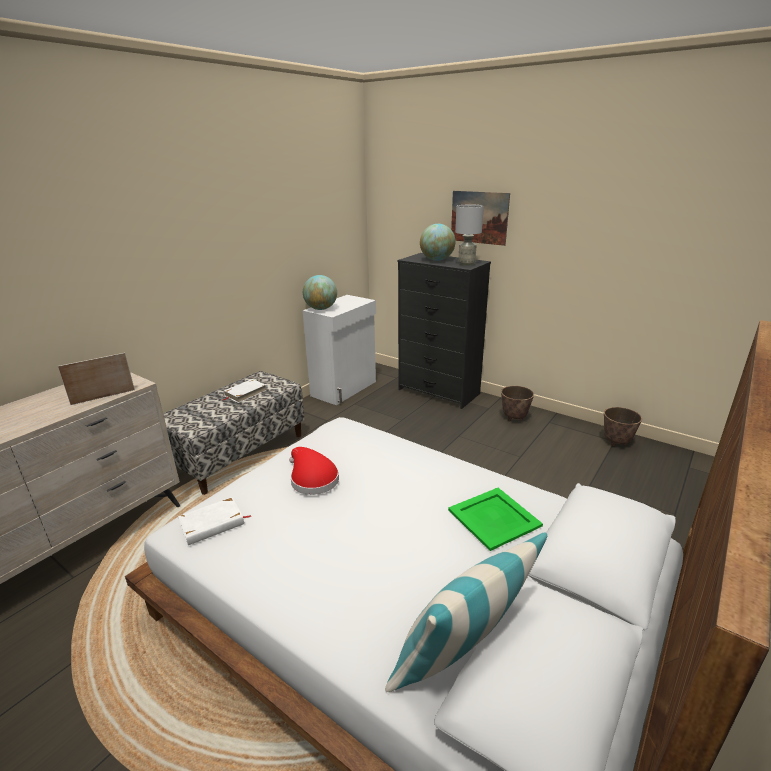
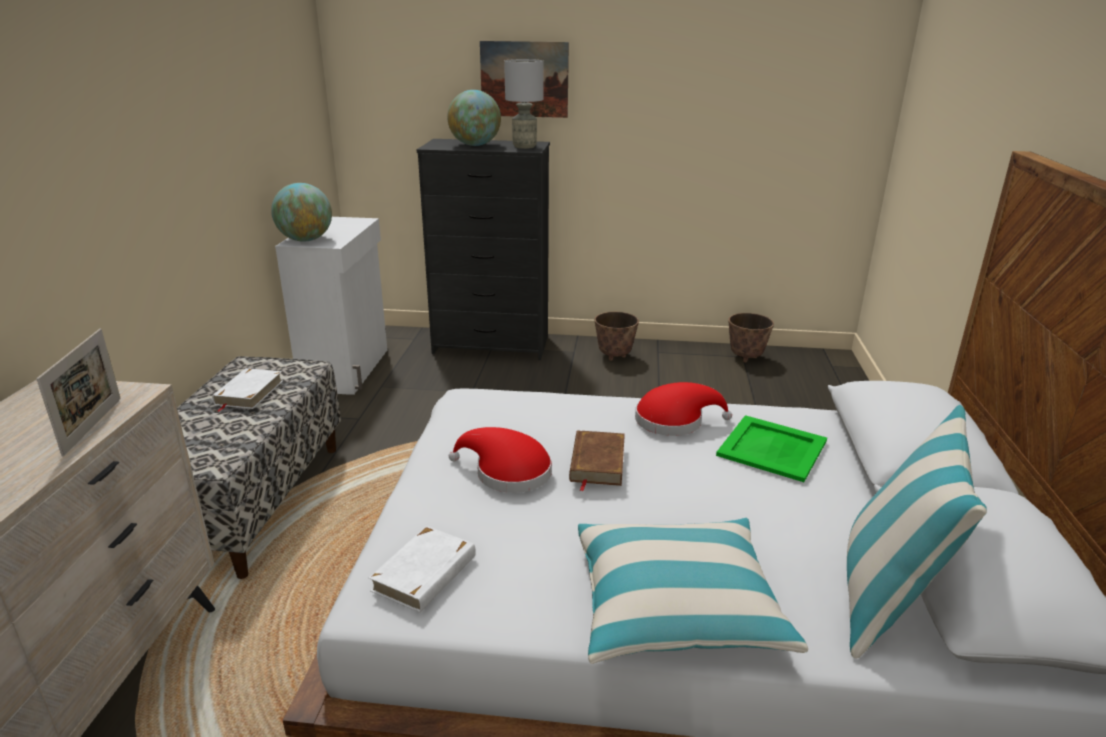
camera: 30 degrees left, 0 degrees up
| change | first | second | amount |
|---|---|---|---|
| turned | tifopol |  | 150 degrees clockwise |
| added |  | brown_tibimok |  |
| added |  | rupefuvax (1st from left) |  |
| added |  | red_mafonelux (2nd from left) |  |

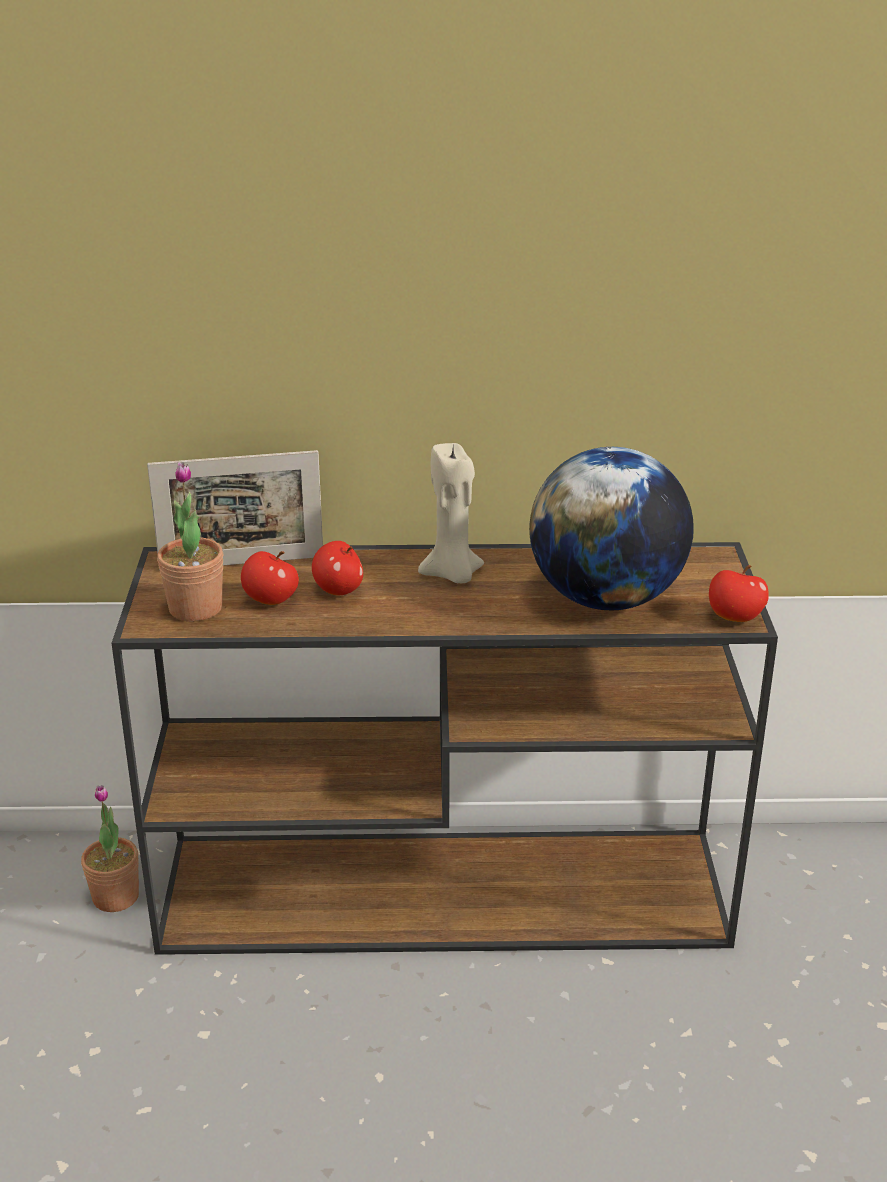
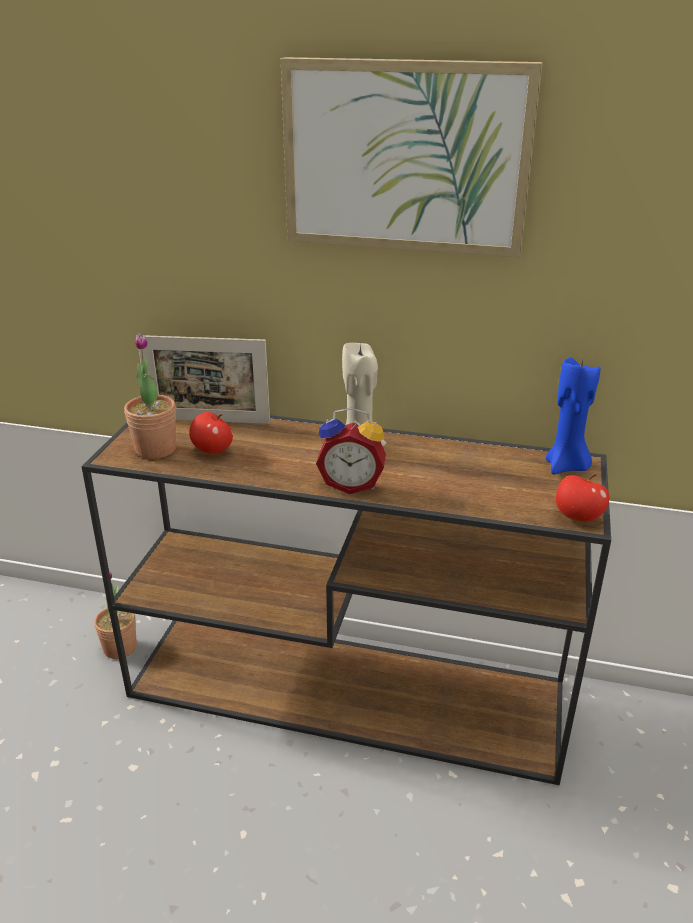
camera: 15 degrees right, 0 degrees up
| change | first | second | amount |
|---|---|---|---|
| added |  | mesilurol |  |
| added |  | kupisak |  |
| added |  | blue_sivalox |  |
| removed | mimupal (2nd from left) |  |  |
| removed | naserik |  |  |

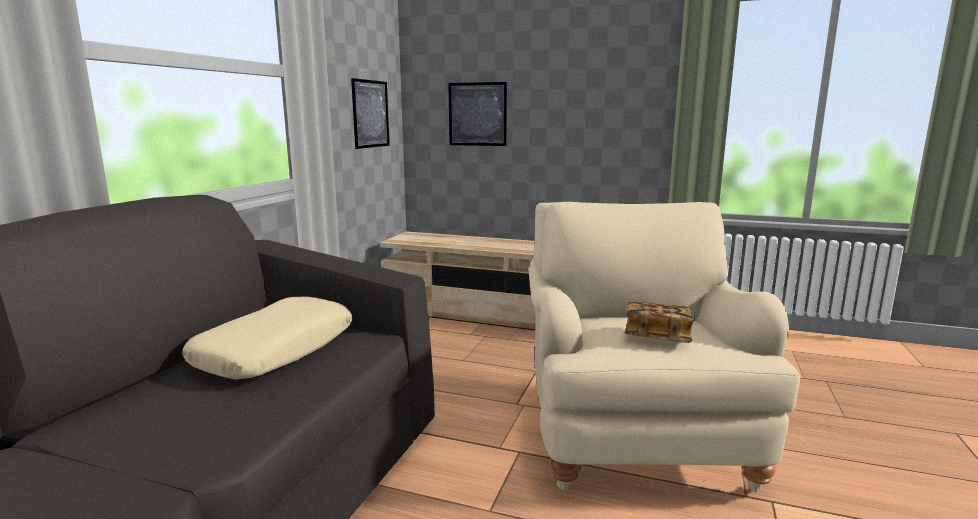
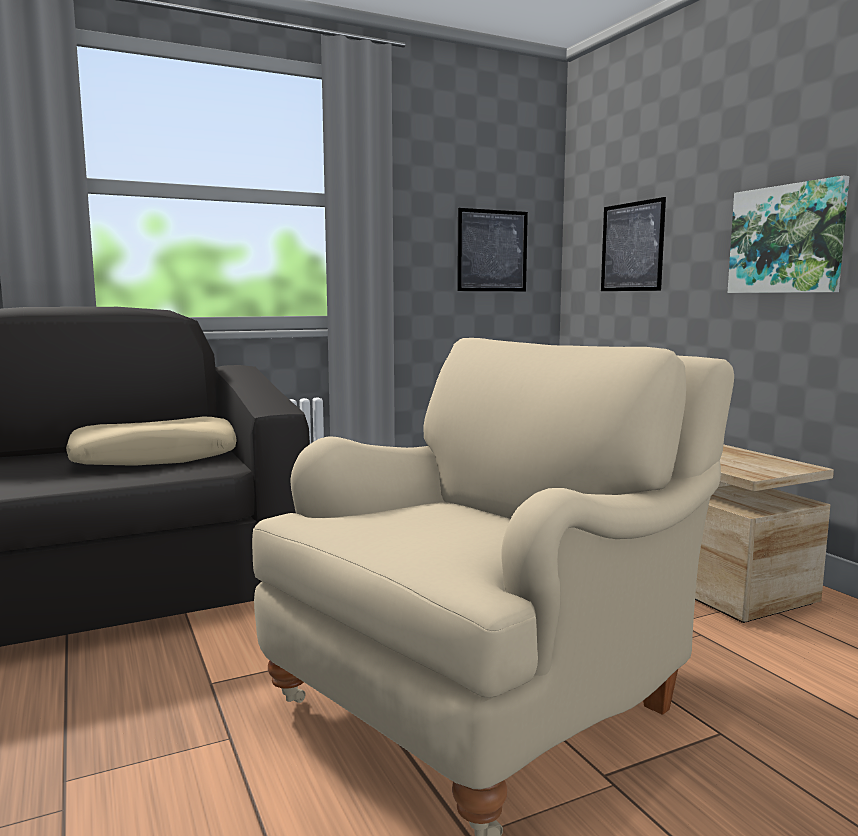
camera: 45 degrees right, 5 degrees down
| change | first | second | amount |
|---|---|---|---|
| added |  | mesilurol (3rd from left) |  |
| removed | tibimok |  |  |

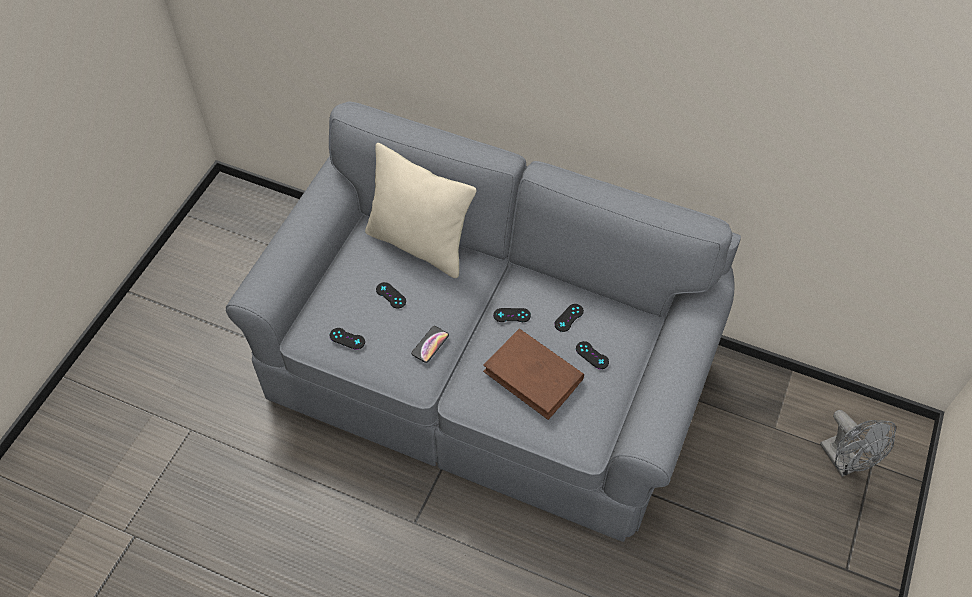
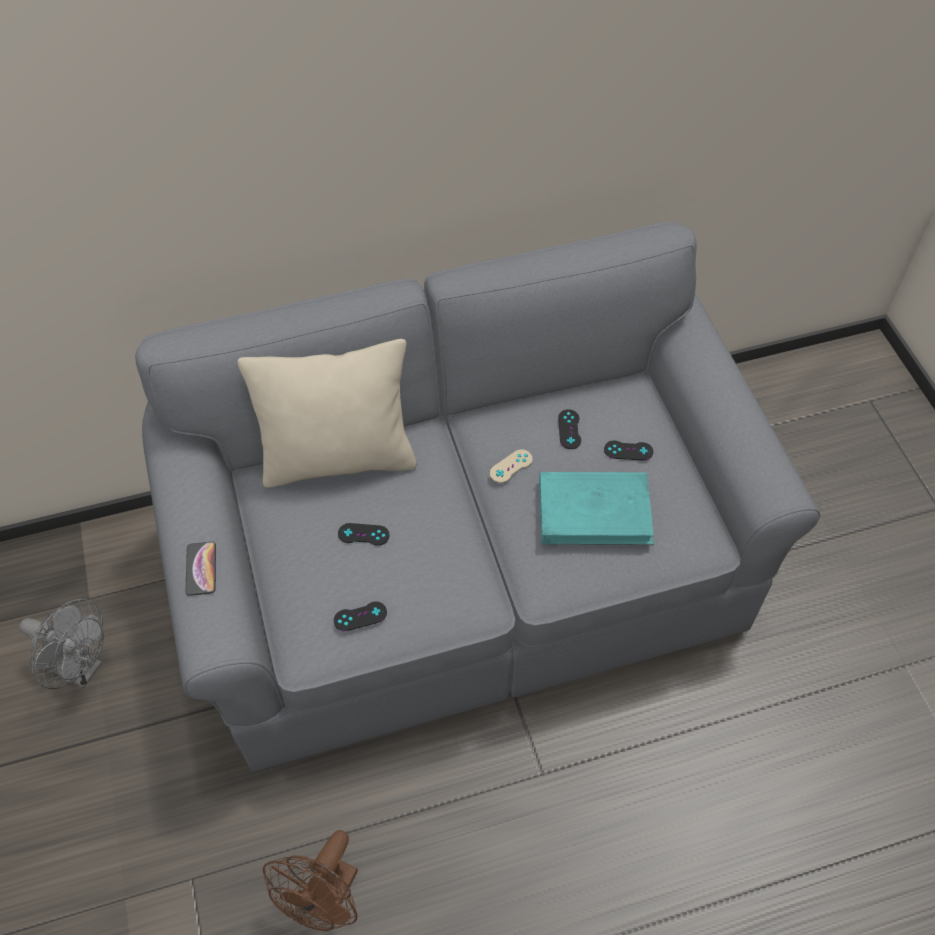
camera: 40 degrees left, 0 degrees up
| change | first | second | amount |
|---|---|---|---|
| moved | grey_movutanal |  |  |
| moved | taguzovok |  |  |
| added |  | brown_movutanal |  |
| recoloured | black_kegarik (3rd from left) | beige_kegarik |  |
| recoloured | brown_tibimok | turquoise_tibimok |  |

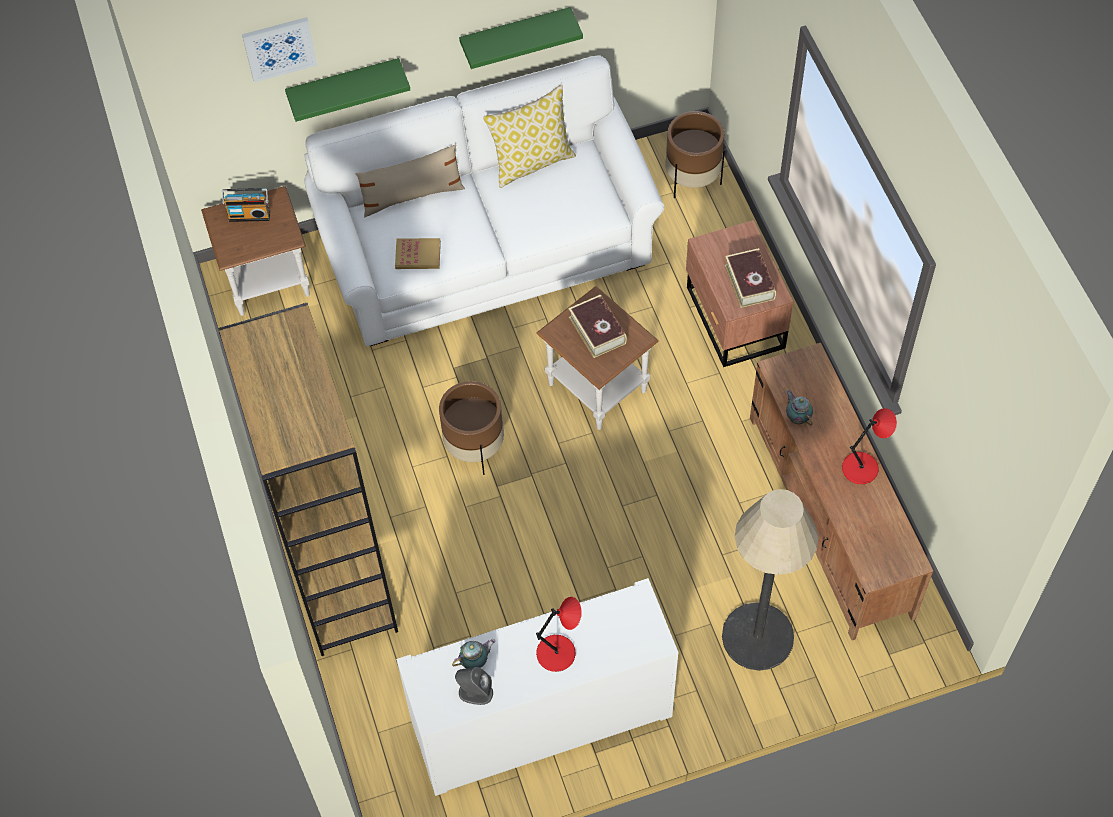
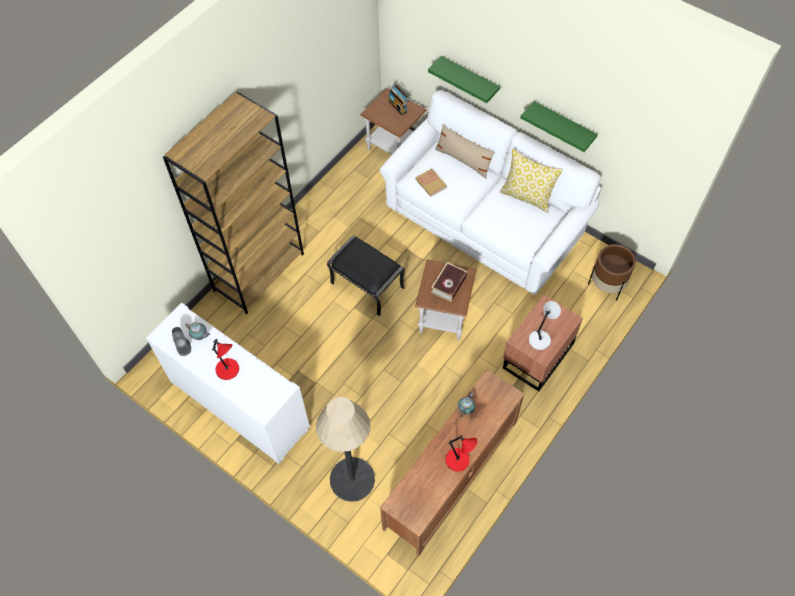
camera: 55 degrees right, 0 degrees up
| change | first | second | amount |
|---|---|---|---|
| replaced | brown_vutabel (1st from left) | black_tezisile |  |
| replaced | tibimok (3rd from left) | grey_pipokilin |  |
| removed | mesilurol |  |  |

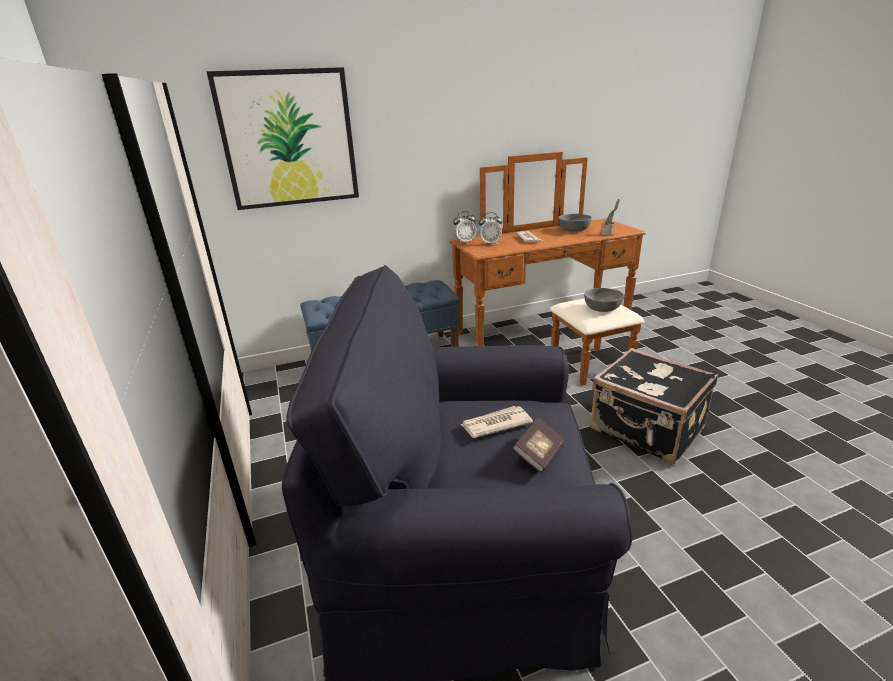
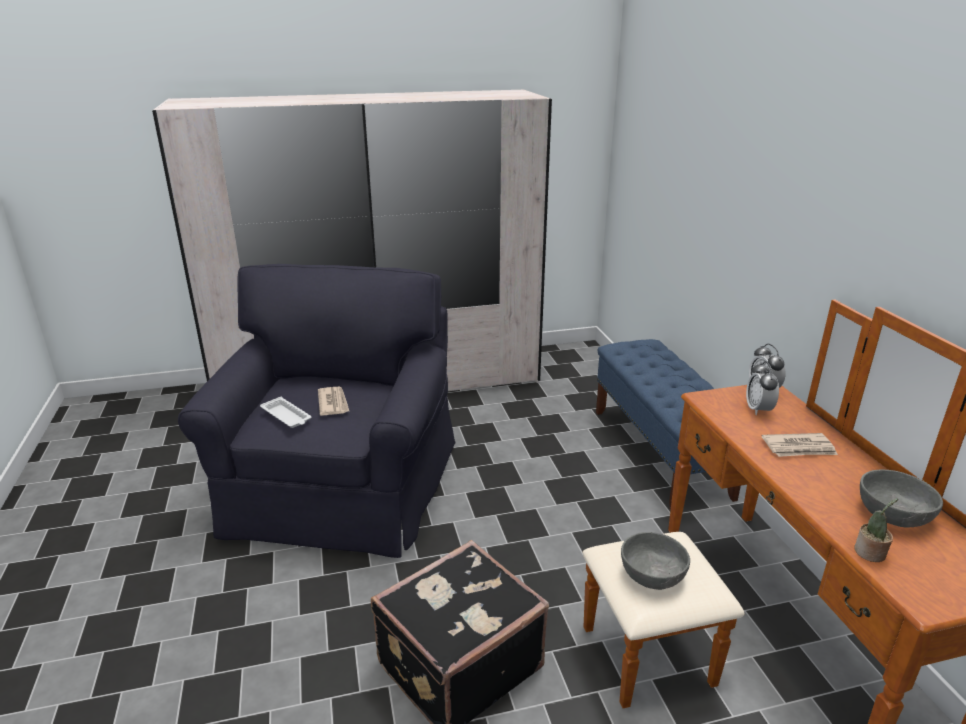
camera: 95 degrees right, 0 degrees up
| change | first | second | amount |
|---|---|---|---|
| replaced | tibimok | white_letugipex |  |
| removed | mesilurol |  |  |

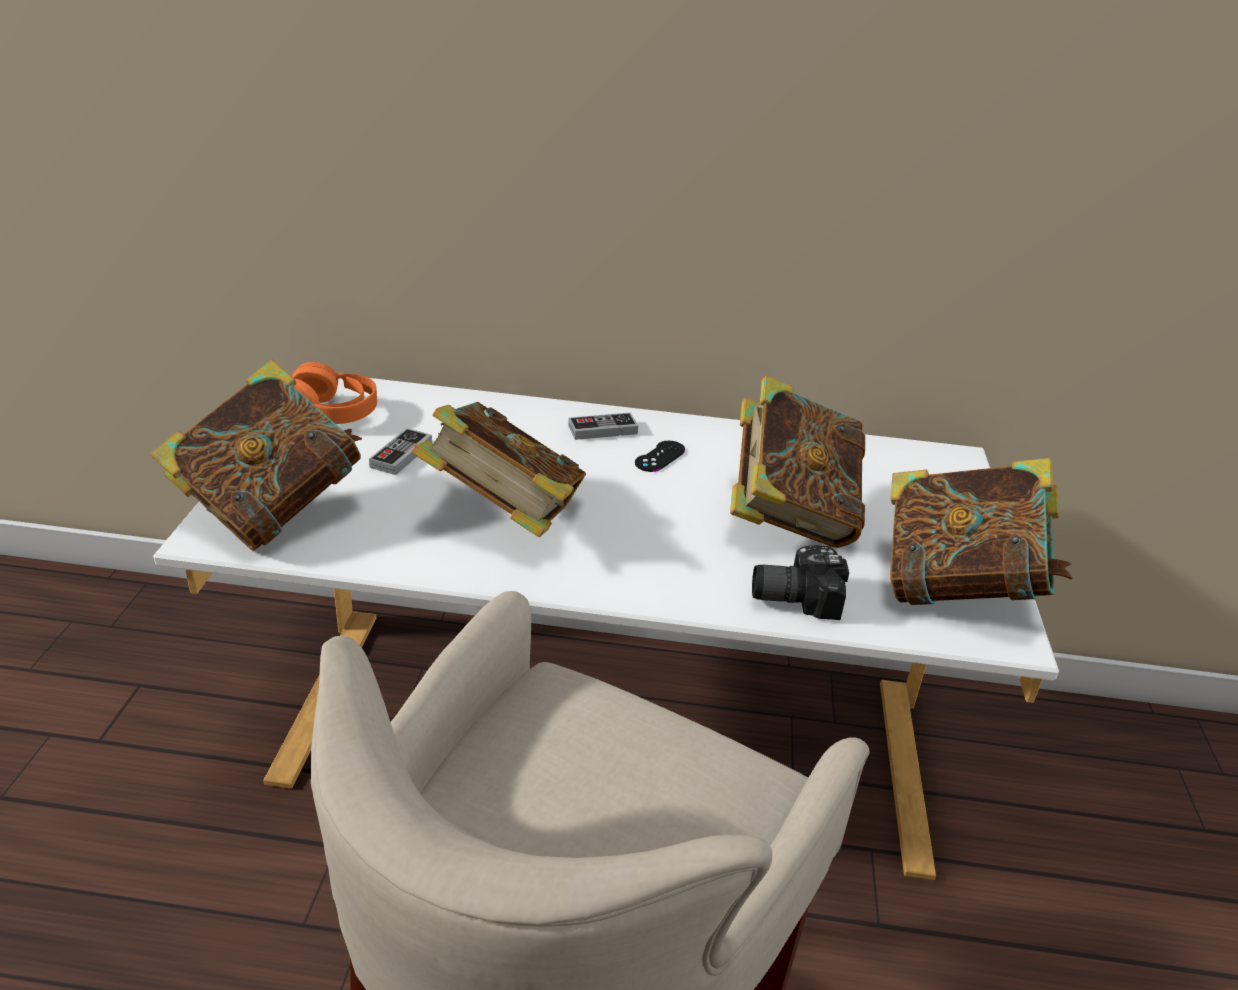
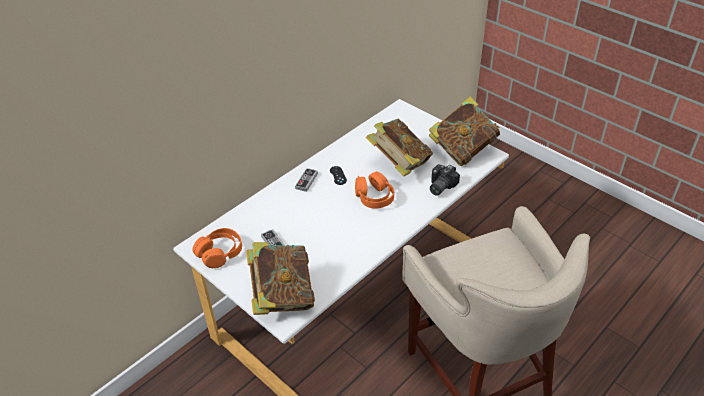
camera: 50 degrees left, 10 degrees up
| change | first | second | amount |
|---|---|---|---|
| added |  | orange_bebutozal (2nd from left) |  |
| removed | tibimok (2nd from left) |  |  |

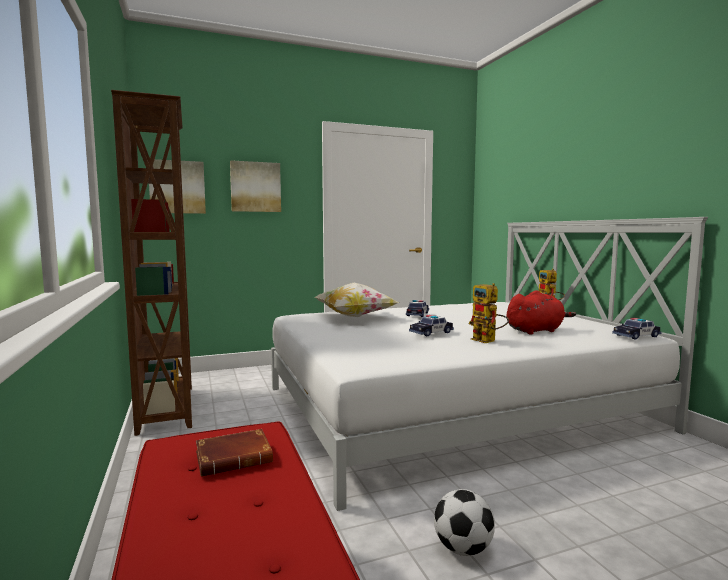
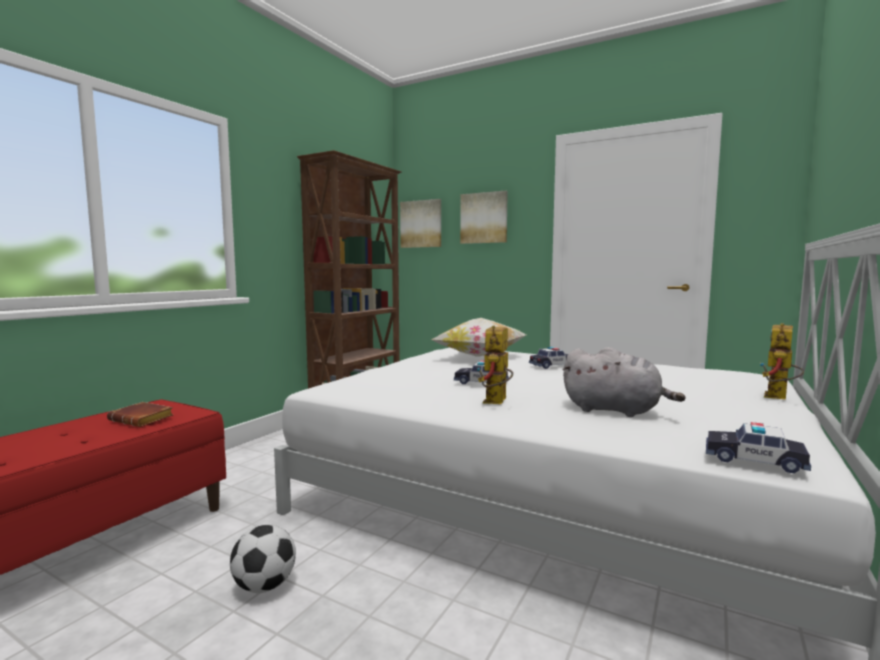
camera: 50 degrees right, 0 degrees up
| change | first | second | amount |
|---|---|---|---|
| recoloured | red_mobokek | grey_mobokek |  |

